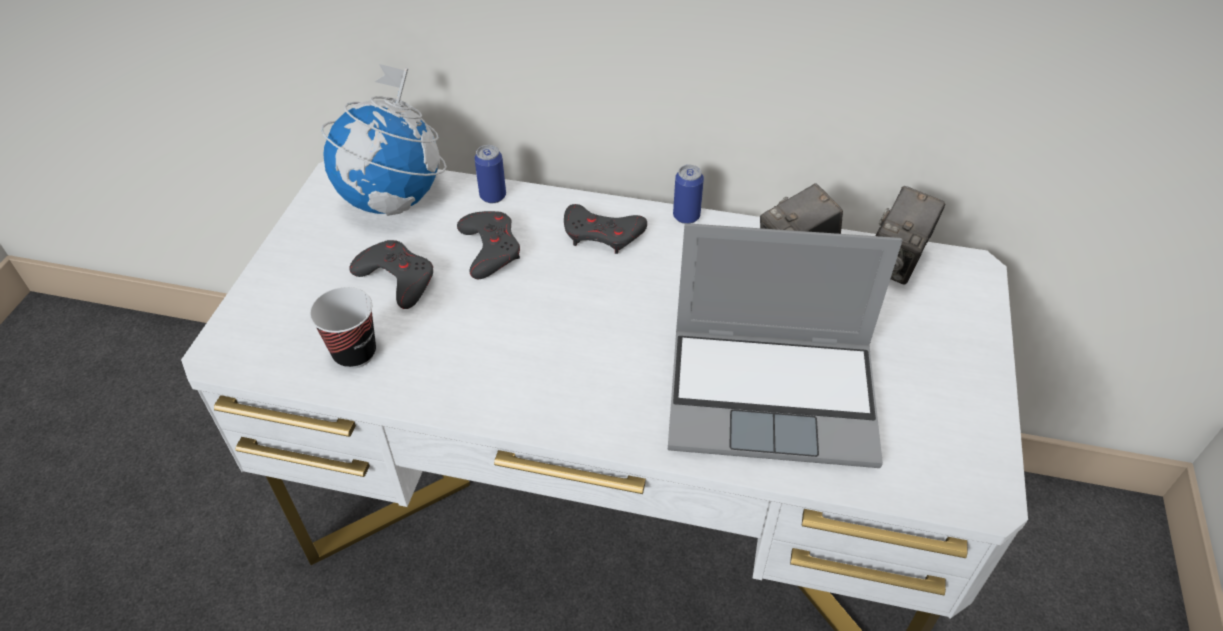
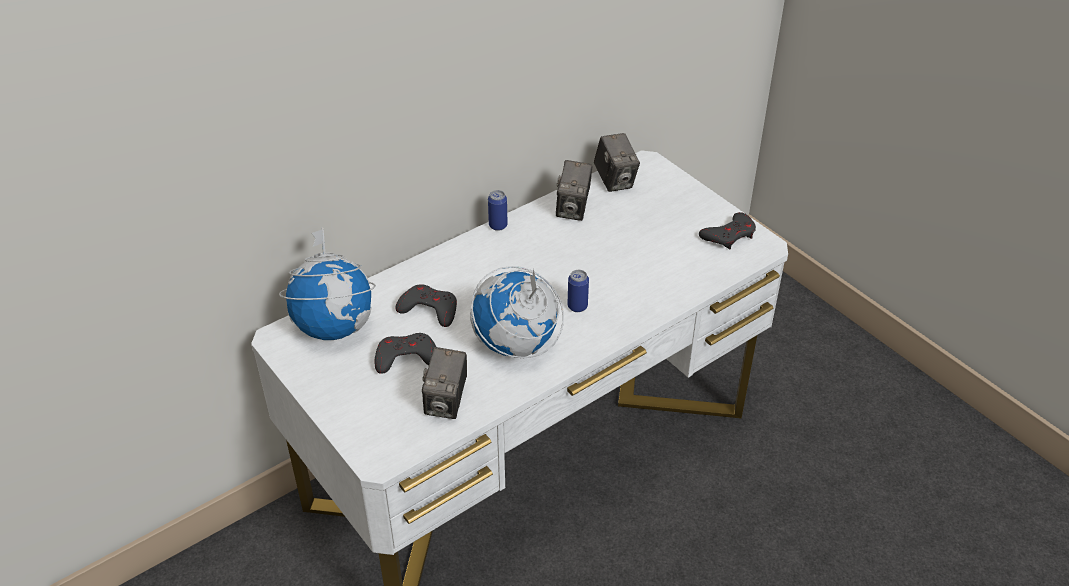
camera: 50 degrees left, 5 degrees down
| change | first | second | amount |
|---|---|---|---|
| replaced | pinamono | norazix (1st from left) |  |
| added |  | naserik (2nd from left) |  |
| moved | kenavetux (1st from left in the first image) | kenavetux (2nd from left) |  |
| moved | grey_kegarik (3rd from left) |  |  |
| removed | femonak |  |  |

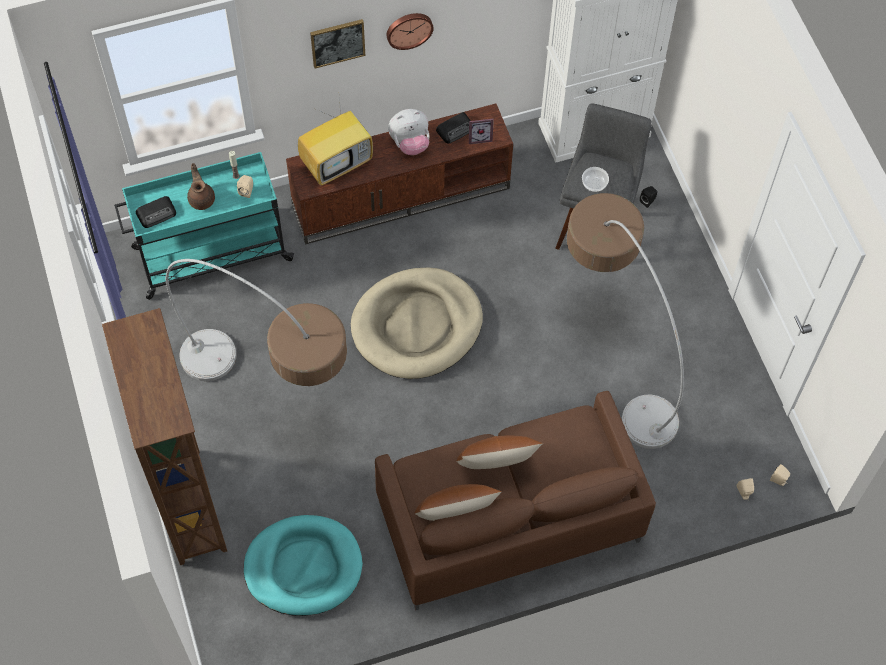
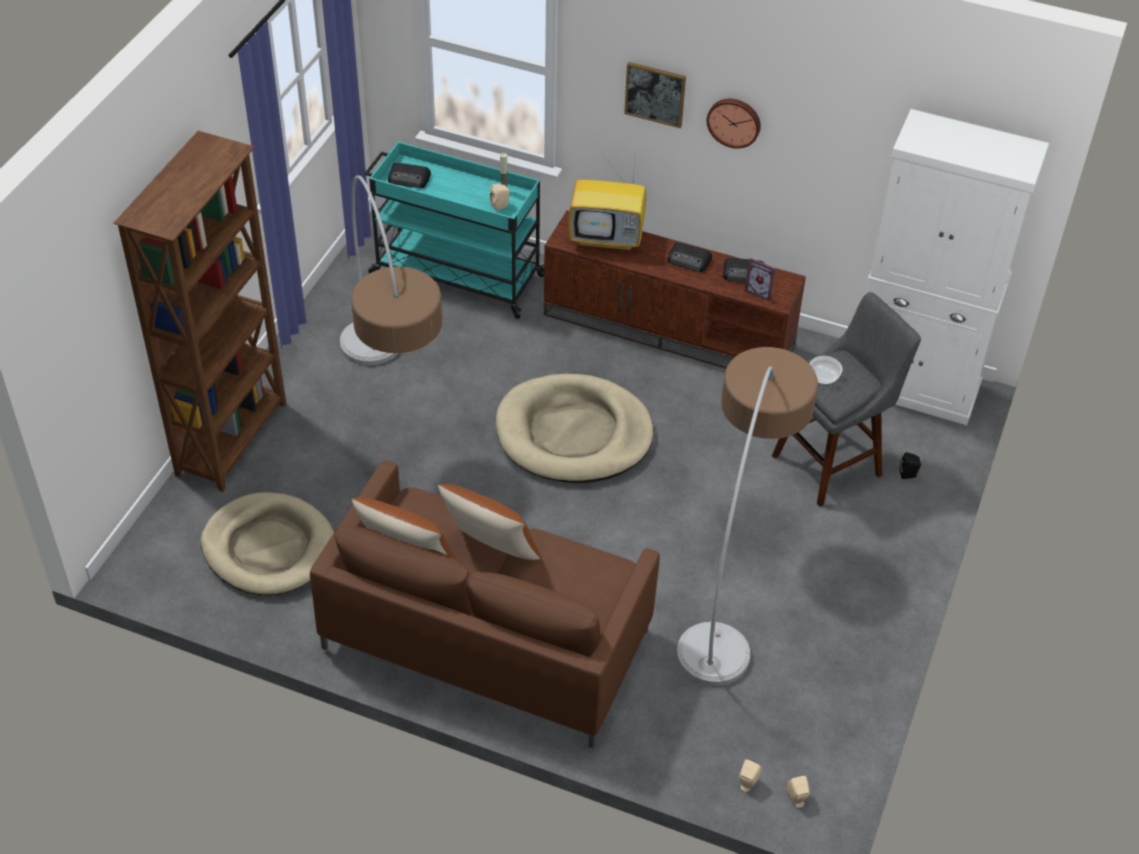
camera: 40 degrees right, 15 degrees down
| change | first | second | amount |
|---|---|---|---|
| recoloured | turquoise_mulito | beige_mulito (1st from left) |  |
| replaced | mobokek | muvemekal (2nd from left) |  |
| removed | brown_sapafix |  |  |

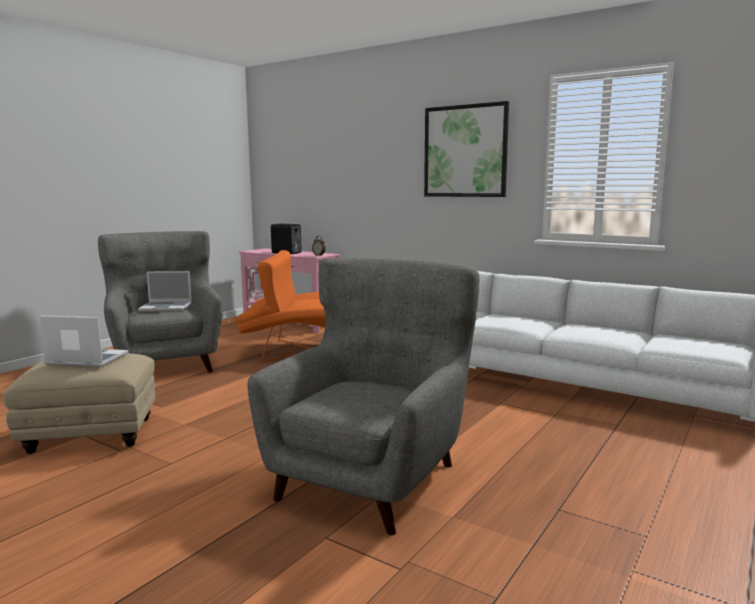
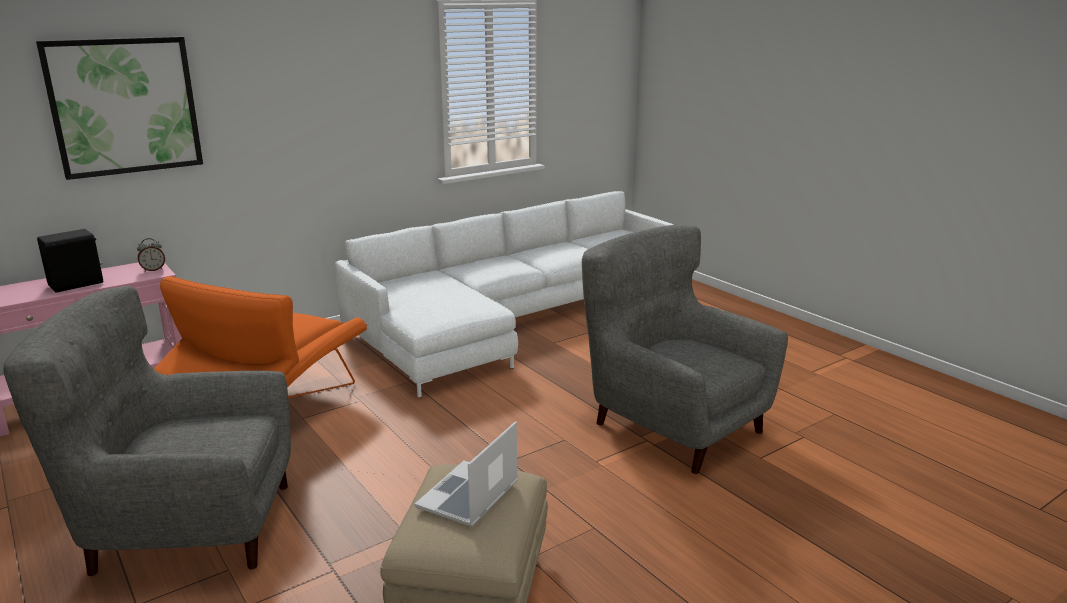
camera: 70 degrees left, 10 degrees up
| change | first | second | amount |
|---|---|---|---|
| moved | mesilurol |  |  |
| removed | femonak (2nd from left) |  |  |

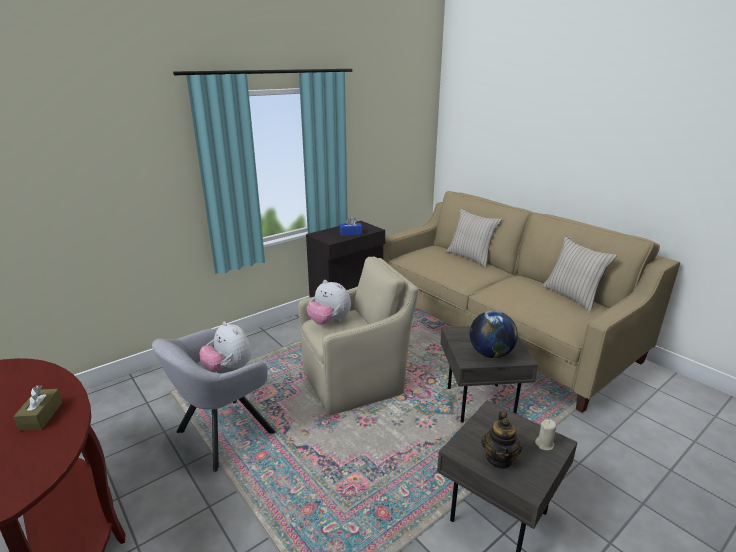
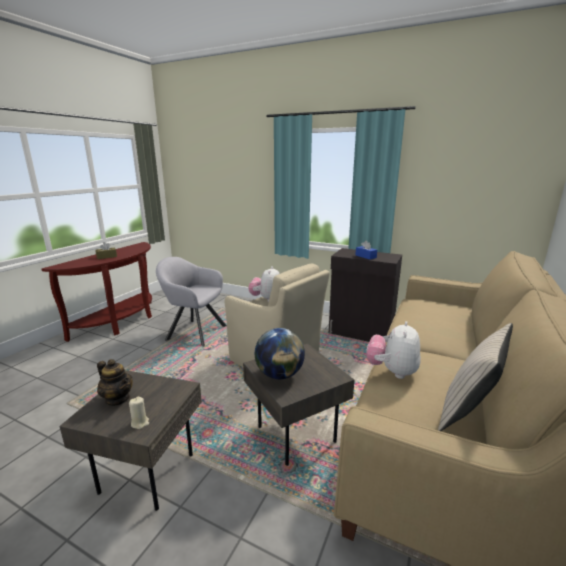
camera: 65 degrees right, 5 degrees down
| change | first | second | amount |
|---|---|---|---|
| turned | sapafix |  | 135 degrees counterclockwise |
| moved | mobokek (1st from left in the first image) | mobokek (2nd from left) |  |
| removed | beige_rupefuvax (1st from left) |  |  |

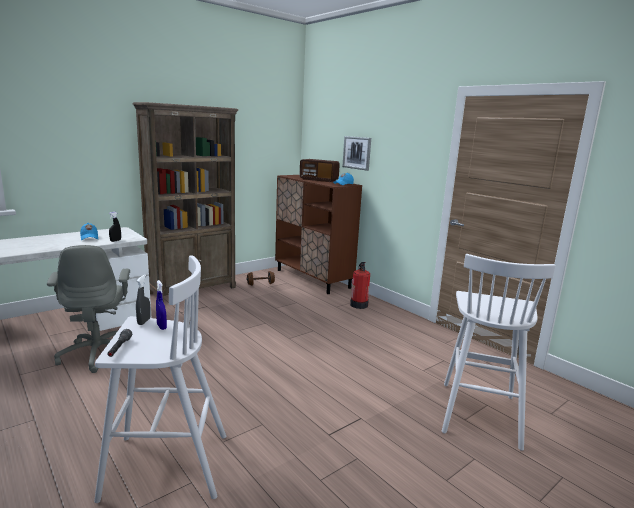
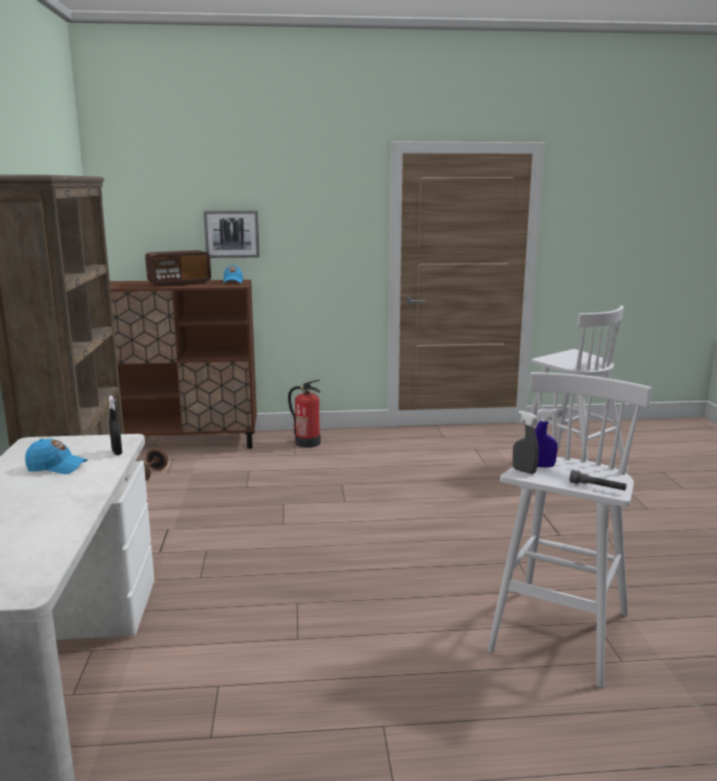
camera: 55 degrees left, 0 degrees up
| change | first | second | amount |
|---|---|---|---|
| removed | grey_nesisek |  |  |

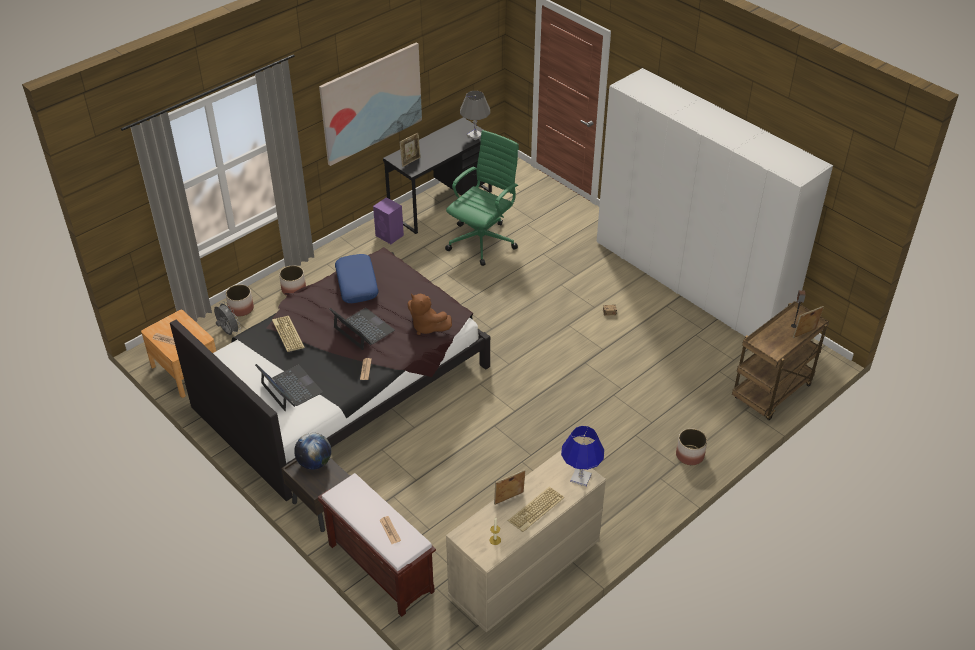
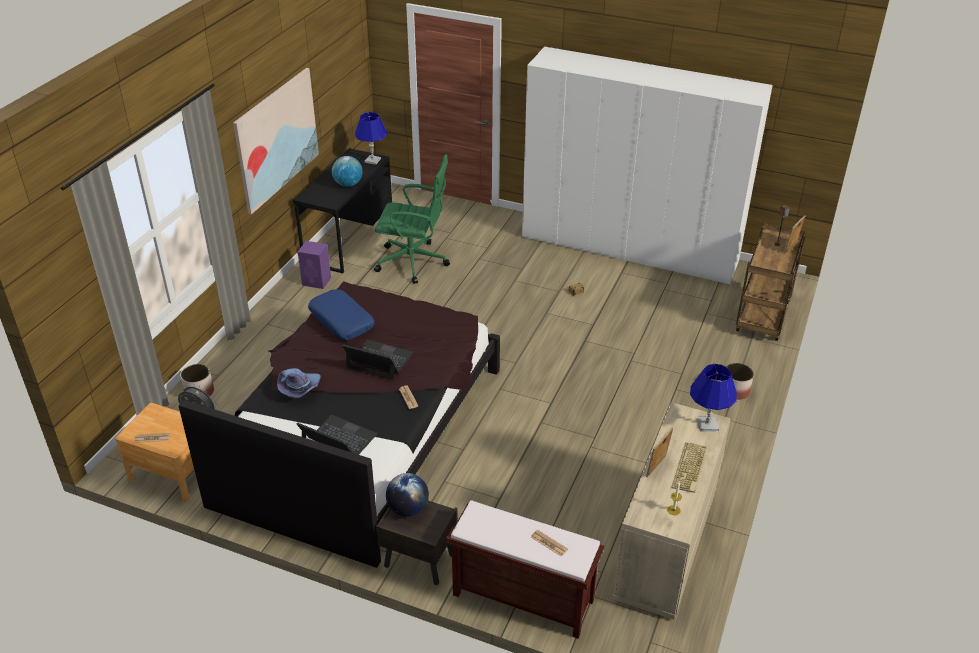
camera: 25 degrees left, 5 degrees down
| change | first | second | amount |
|---|---|---|---|
| replaced | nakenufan (1st from left) | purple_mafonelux |  |
| added |  | naserik (1st from left) |  |
| recoloured | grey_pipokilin | blue_pipokilin (1st from left) |  |
| turned | green_nesisek |  | 90 degrees clockwise |
| removed | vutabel (2nd from left) |  |  |
| removed | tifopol (1st from left) |  |  |
| removed | brown_mobokek |  |  |

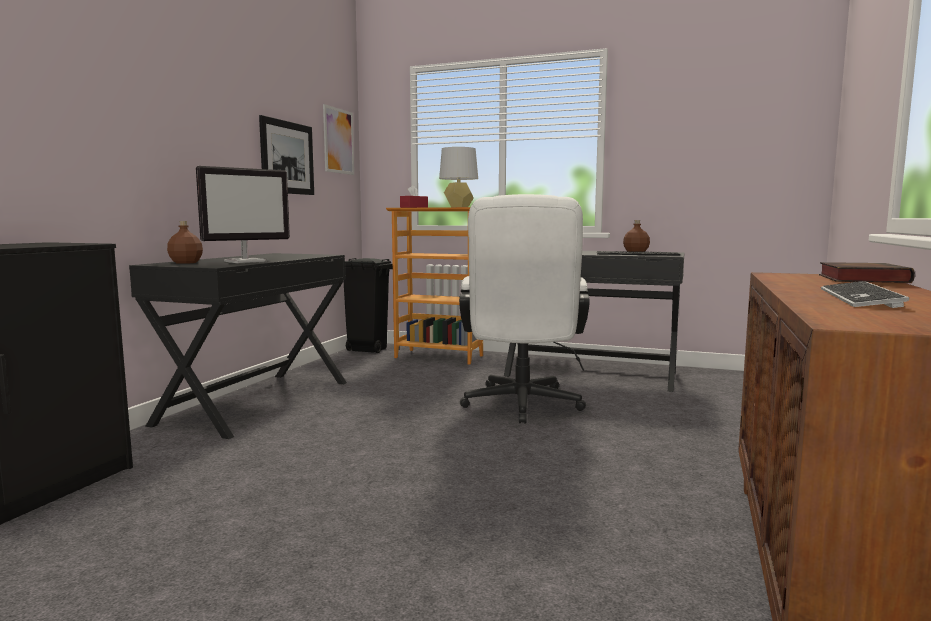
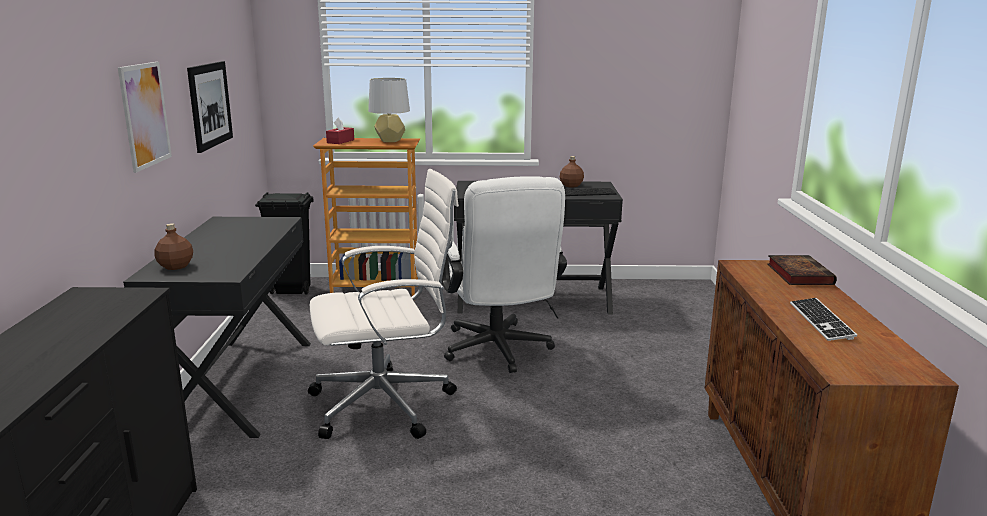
camera: 20 degrees left, 10 degrees up
| change | first | second | amount |
|---|---|---|---|
| moved | mesilurol (2nd from left in the first image) | mesilurol (1st from left) |  |
| added |  | white_nesisek (1st from left) |  |
| removed | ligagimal |  |  |

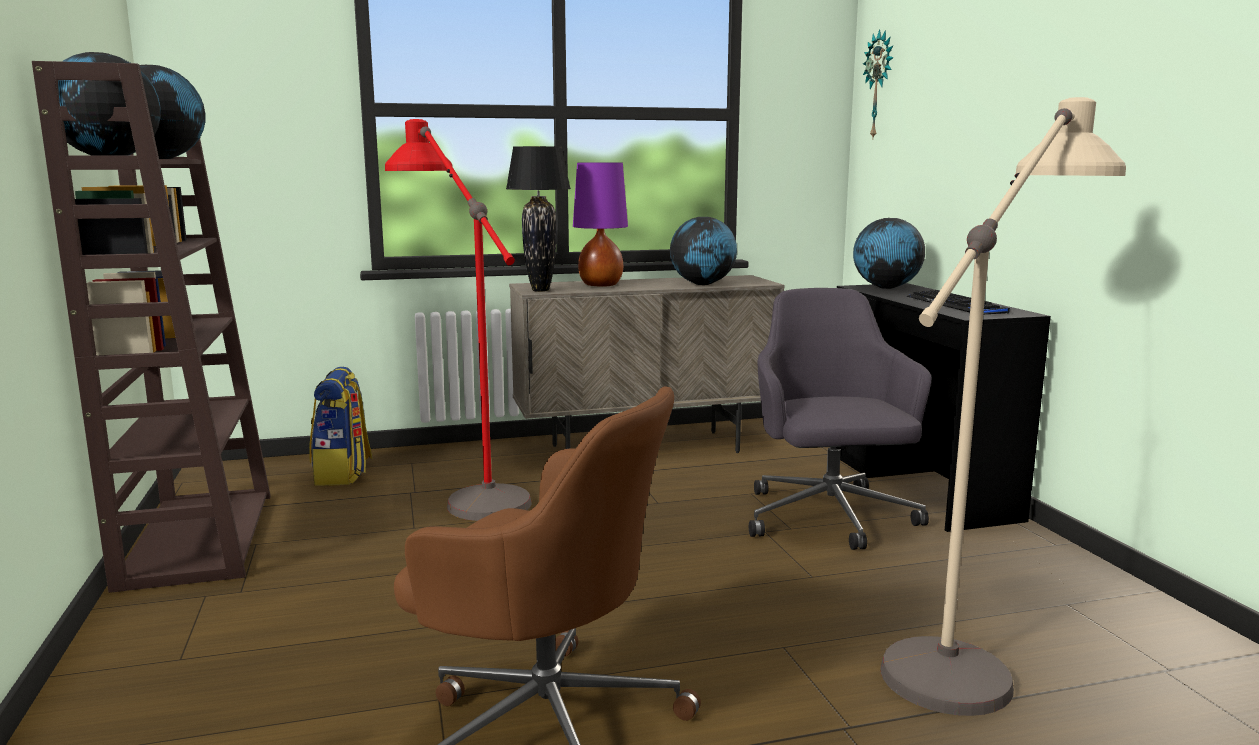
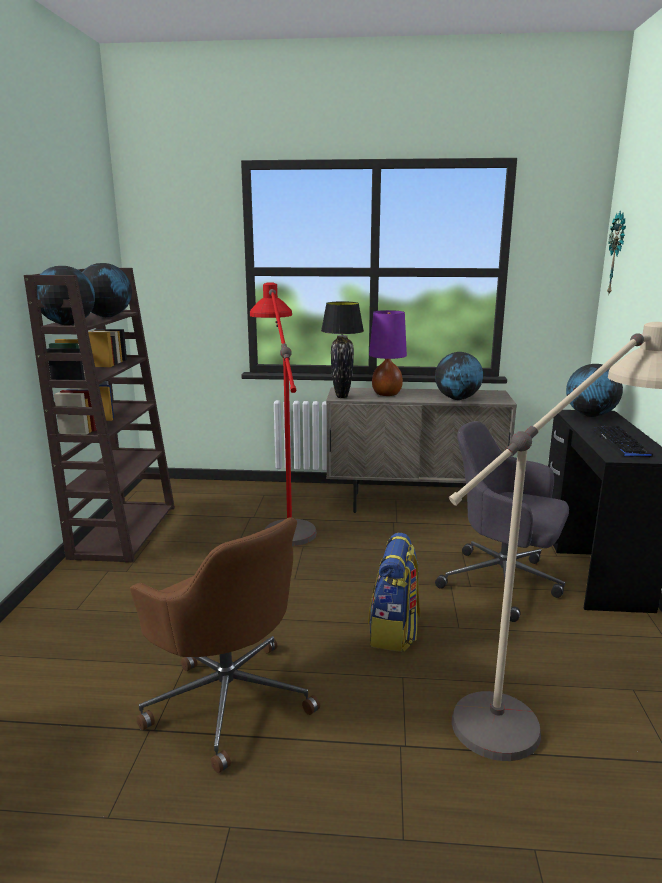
camera: 20 degrees right, 5 degrees up
| change | first | second | amount |
|---|---|---|---|
| moved | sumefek |  |  |
| turned | grey_nesisek |  | 75 degrees counterclockwise |

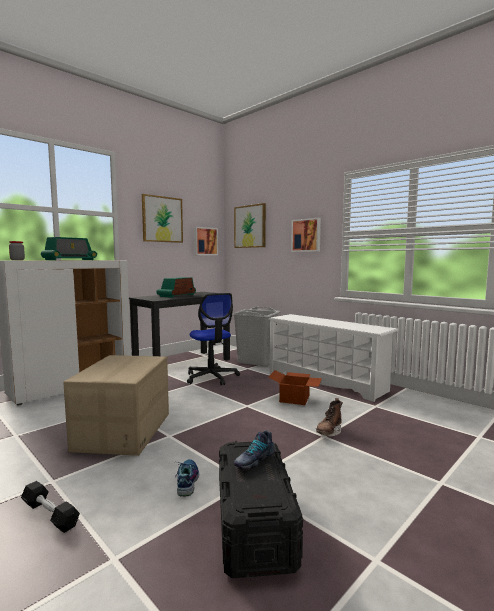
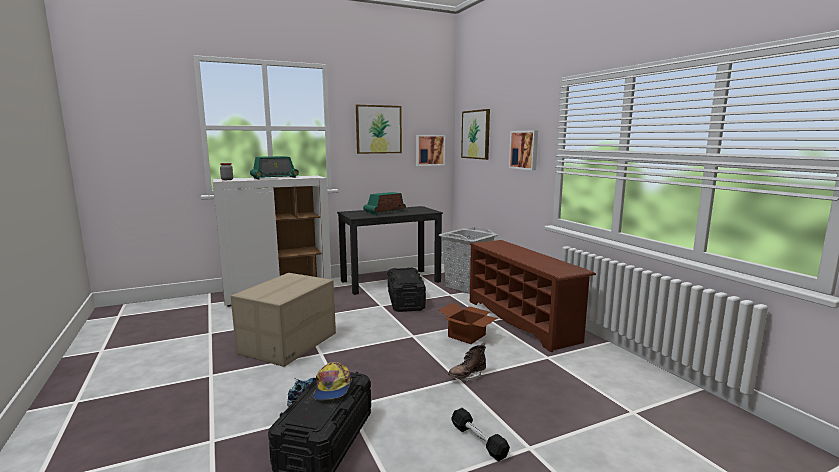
camera: 20 degrees right, 5 degrees up
| change | first | second | amount |
|---|---|---|---|
| replaced | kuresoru (2nd from left) | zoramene |  |
| replaced | nesisek | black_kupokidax (2nd from left) |  |
| moved | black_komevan |  |  |
| recoloured | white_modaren | brown_modaren |  |

